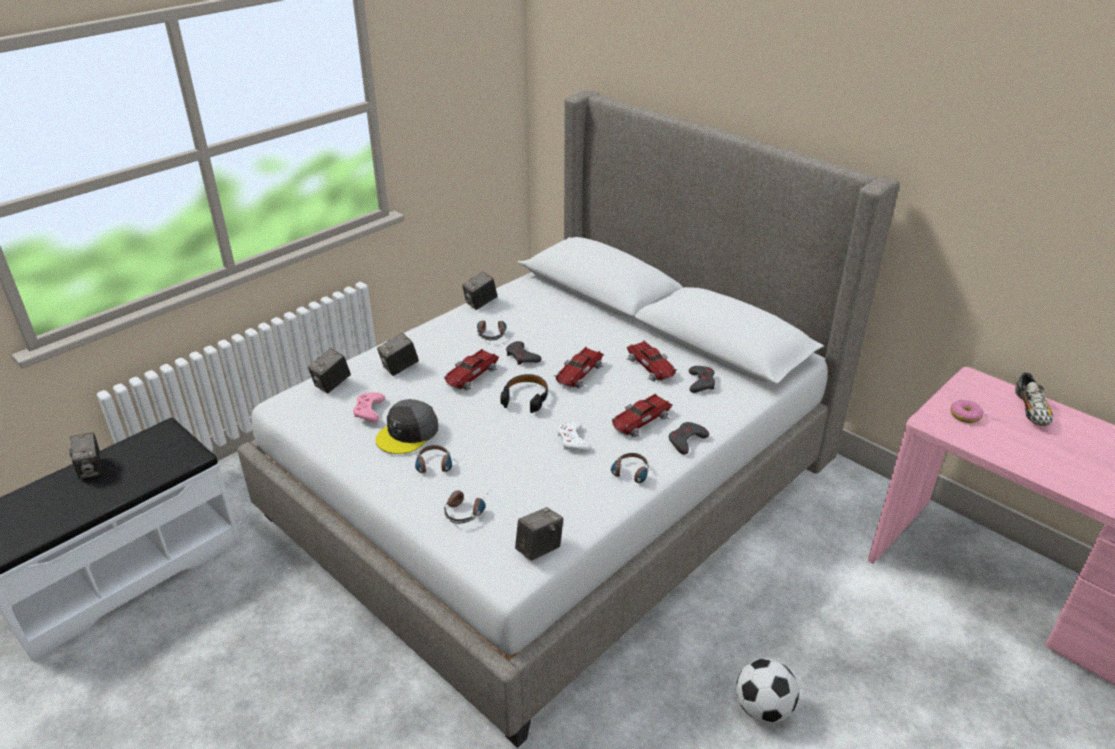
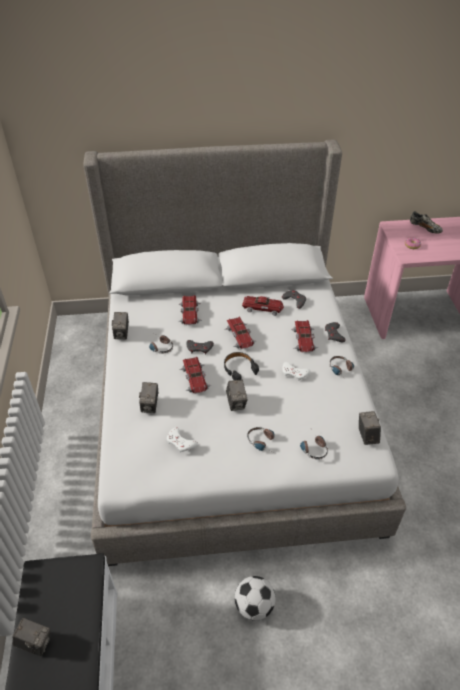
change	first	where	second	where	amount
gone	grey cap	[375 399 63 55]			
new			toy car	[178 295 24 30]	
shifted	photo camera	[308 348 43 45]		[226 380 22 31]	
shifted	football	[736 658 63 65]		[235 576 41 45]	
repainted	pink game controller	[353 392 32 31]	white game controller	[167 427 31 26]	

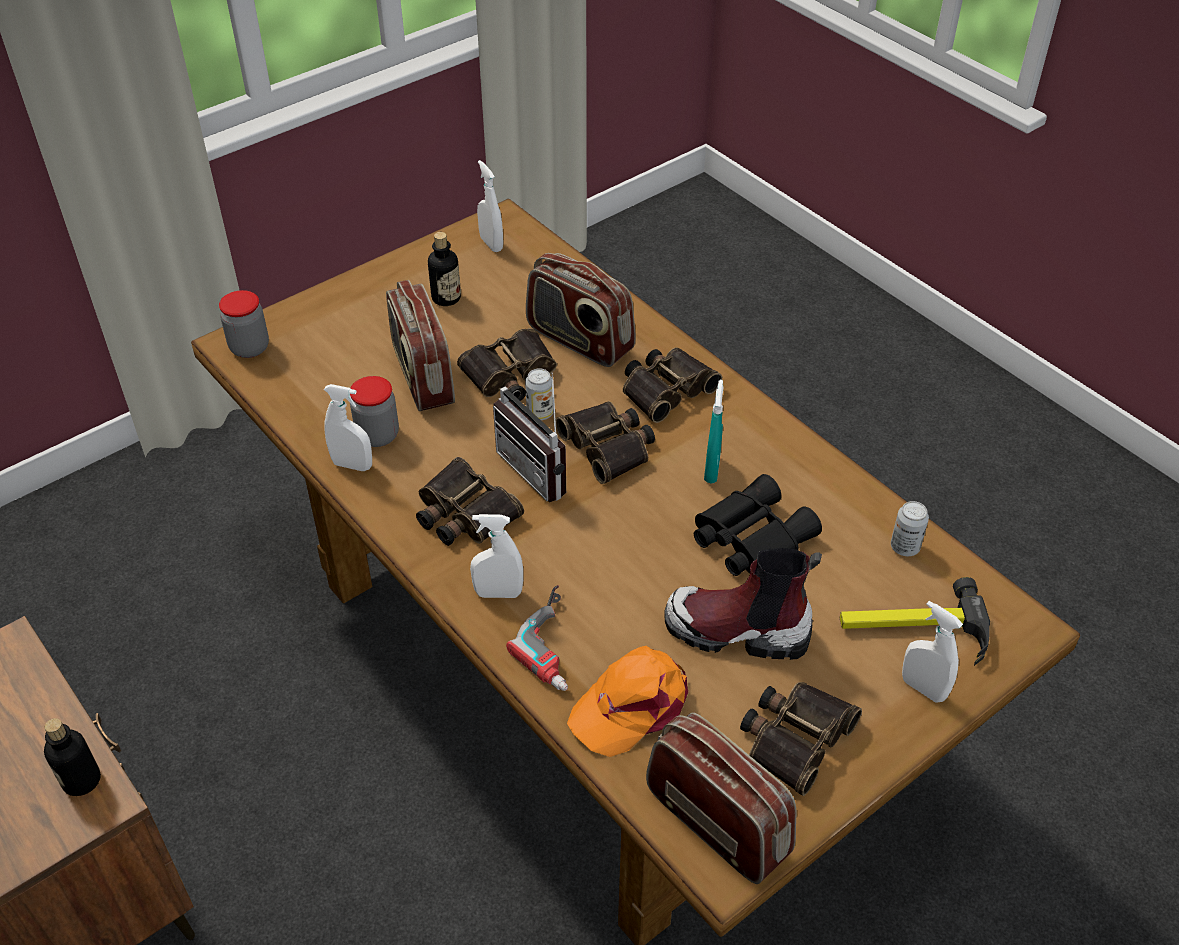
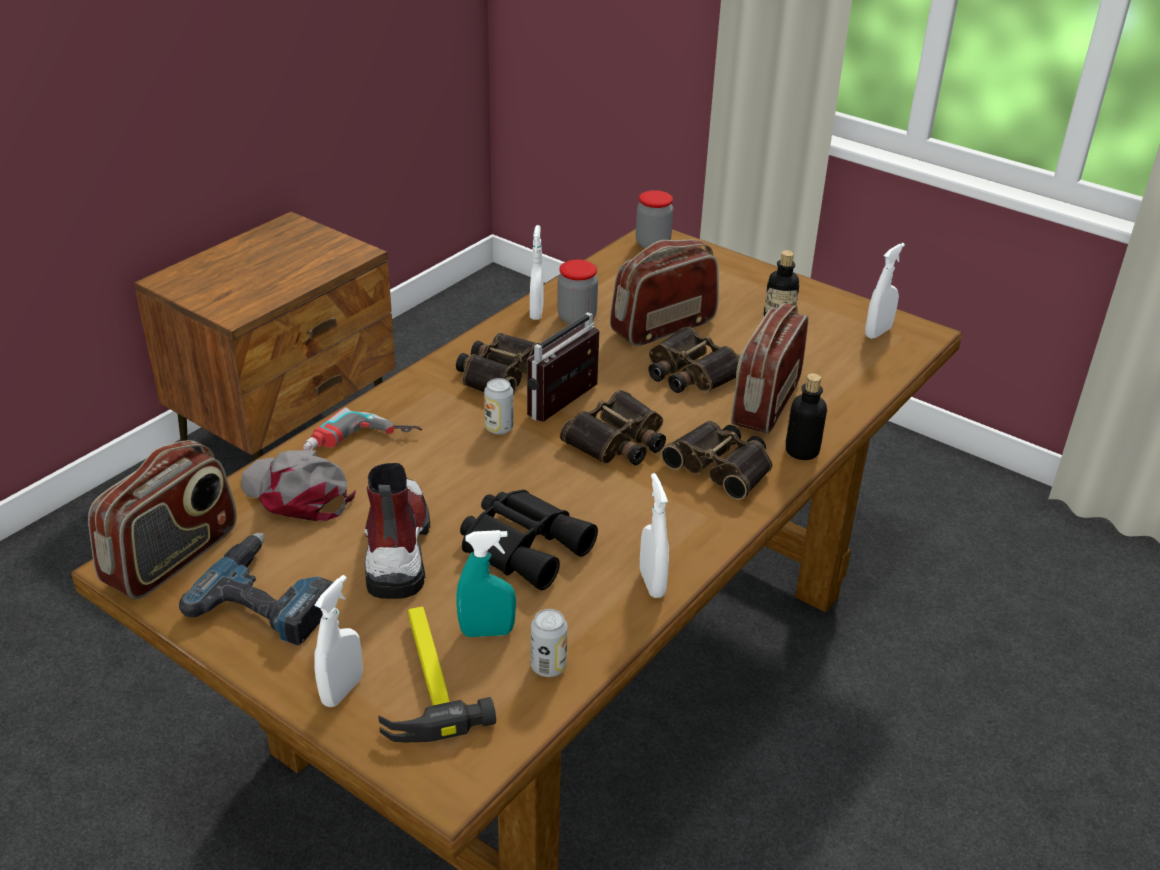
change	first	where	second	where	amount
shifted	bottle	[44 718 57 78]		[785 373 42 87]	
shifted	white spray bottle	[470 514 53 84]		[640 473 29 125]	
shifted	can	[525 368 28 52]		[484 378 30 56]	
shifted	turquoise spray bottle	[704 380 20 103]		[456 530 60 107]	
swapped	binoculars	[740 682 122 114]	power drill	[179 533 155 112]	
repainted	orange cap	[567 646 121 111]	grey cap	[241 450 115 71]	

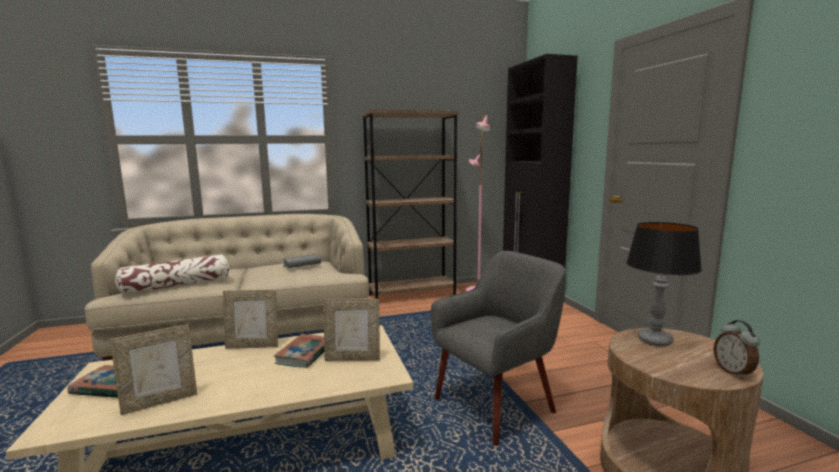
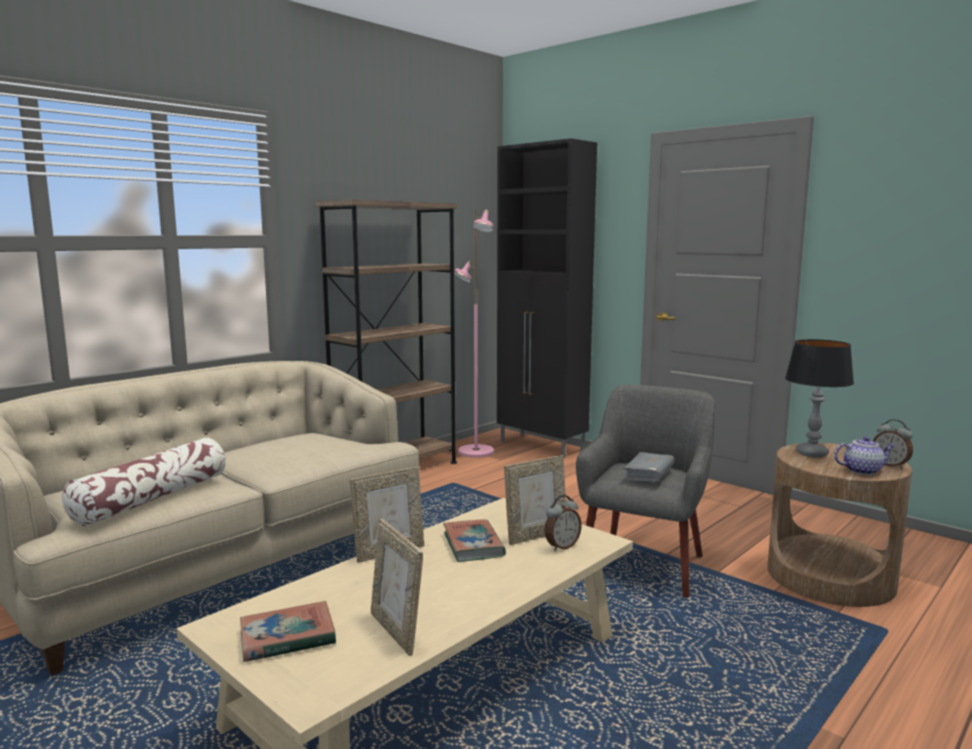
change	first	where	second	where	amount
new			alarm clock	[545 495 37 56]	
new			teapot	[834 436 61 39]	
shifted	grey book	[282 254 39 14]		[623 452 52 30]	
rotated	picture frame	[110 325 87 90]		[371 519 52 137]	120 degrees clockwise

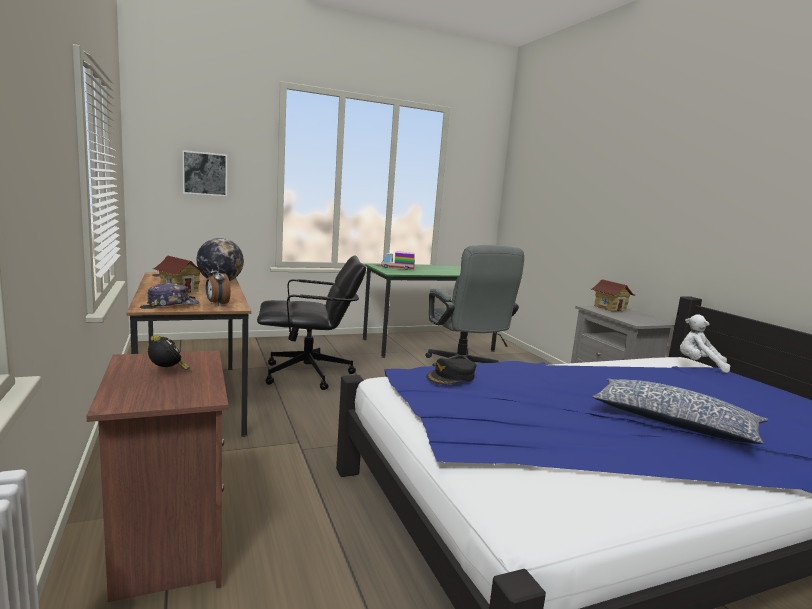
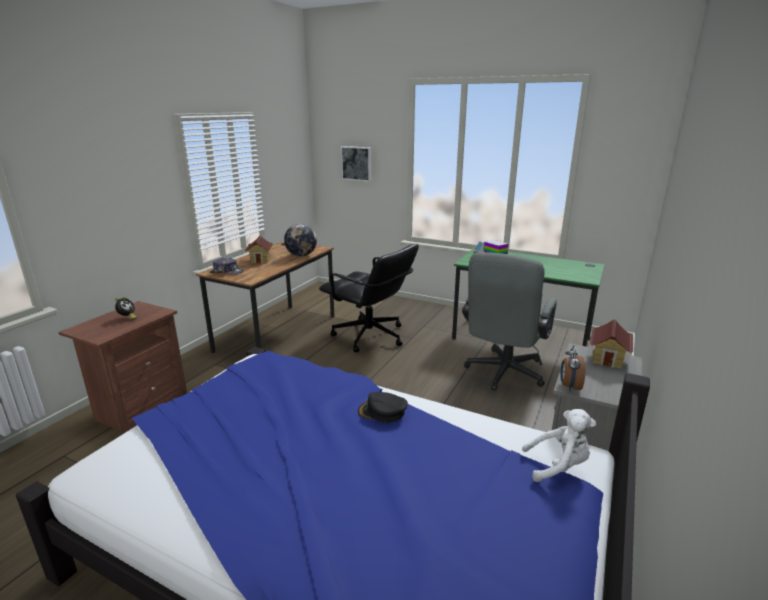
change	first	where	second	where	amount
gone	pillow	[592 379 176 65]			
shifted	alarm clock	[206 263 25 43]		[561 345 24 46]	
shifted	black cap	[426 358 50 26]		[358 392 50 31]	
rotated	white plush toy	[680 314 51 59]		[522 409 74 73]	105 degrees clockwise

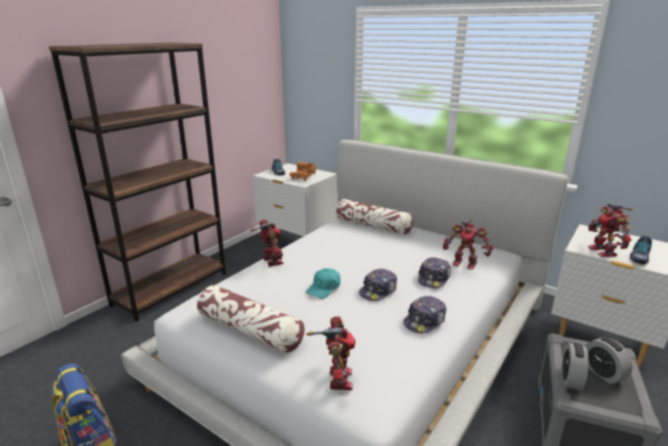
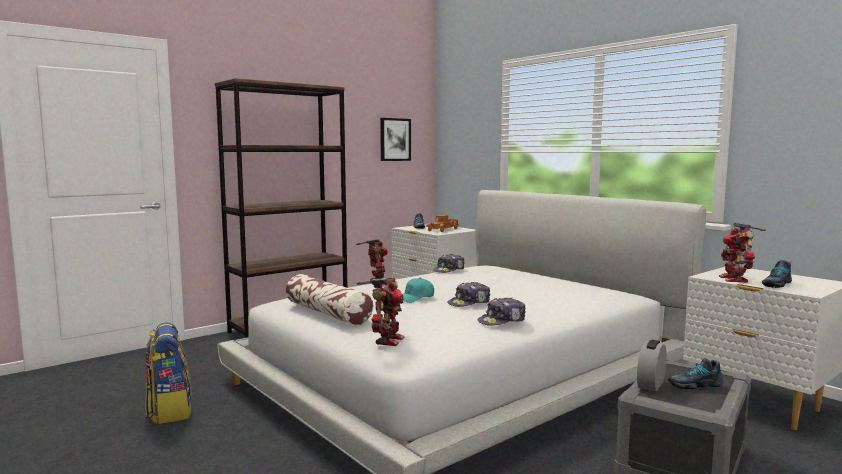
change	first	where	second	where	amount
gone	pillow	[336 199 77 36]			
gone	toy robot	[443 219 50 51]			
new			picture	[380 118 31 43]	
shifted	cap	[418 257 33 32]		[433 254 31 19]	
swapped	alarm clock	[585 337 47 47]	shoe	[668 358 55 31]	

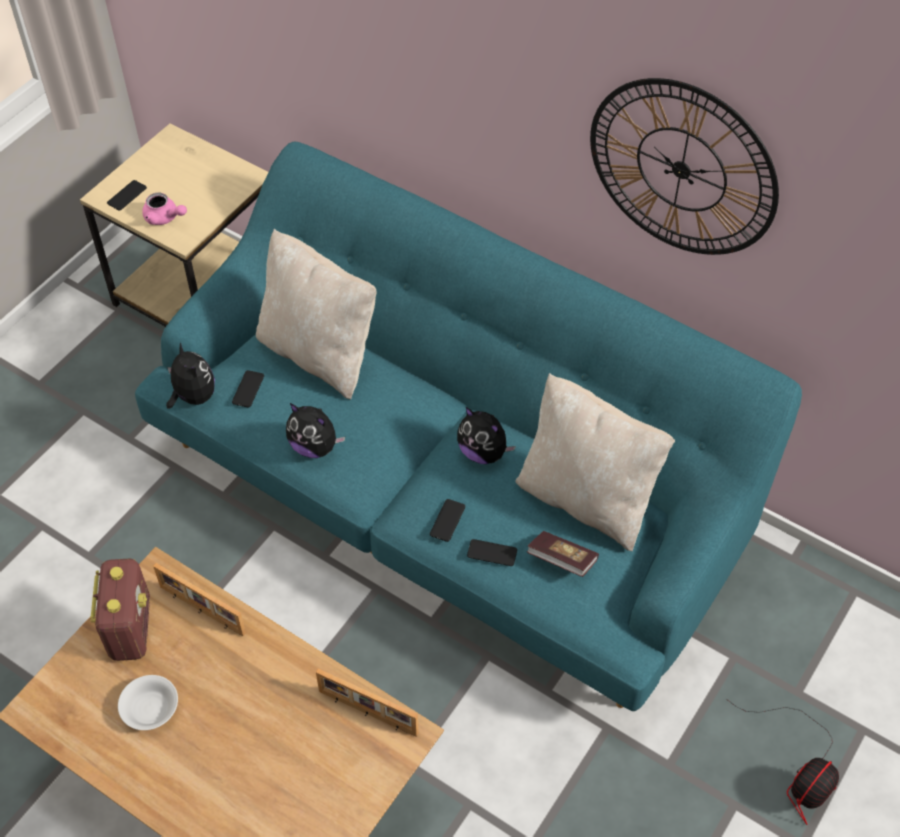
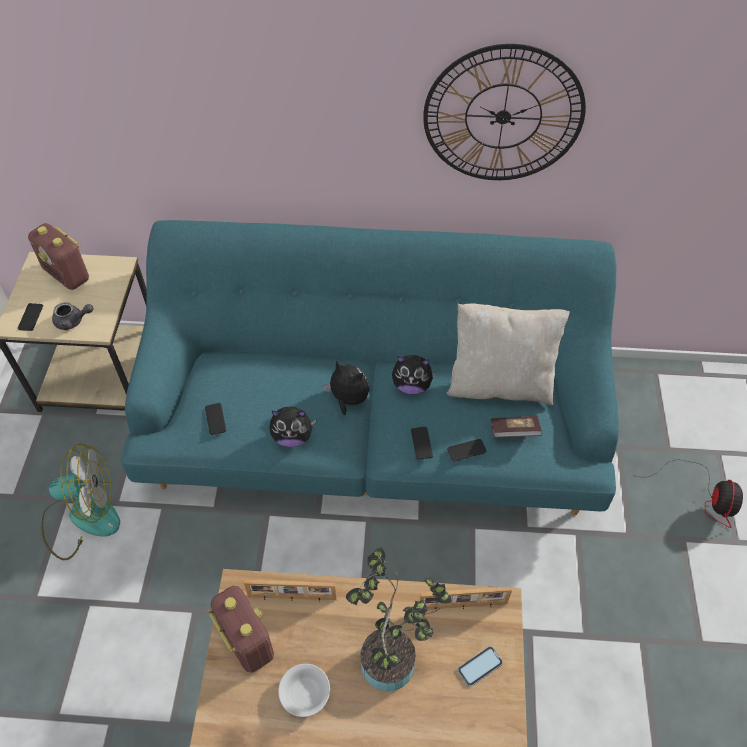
change	first	where	second	where	amount
gone	beige pillow	[256 229 121 170]			
new			radio	[28 223 61 67]	
new			fan	[41 444 79 116]	
new			potted plant	[346 547 106 144]	
new			phone	[458 646 45 41]	
shifted	plush toy	[166 342 49 67]		[323 360 46 55]	
repainted	pink teapot	[142 193 45 32]	grey teapot	[52 302 42 28]	

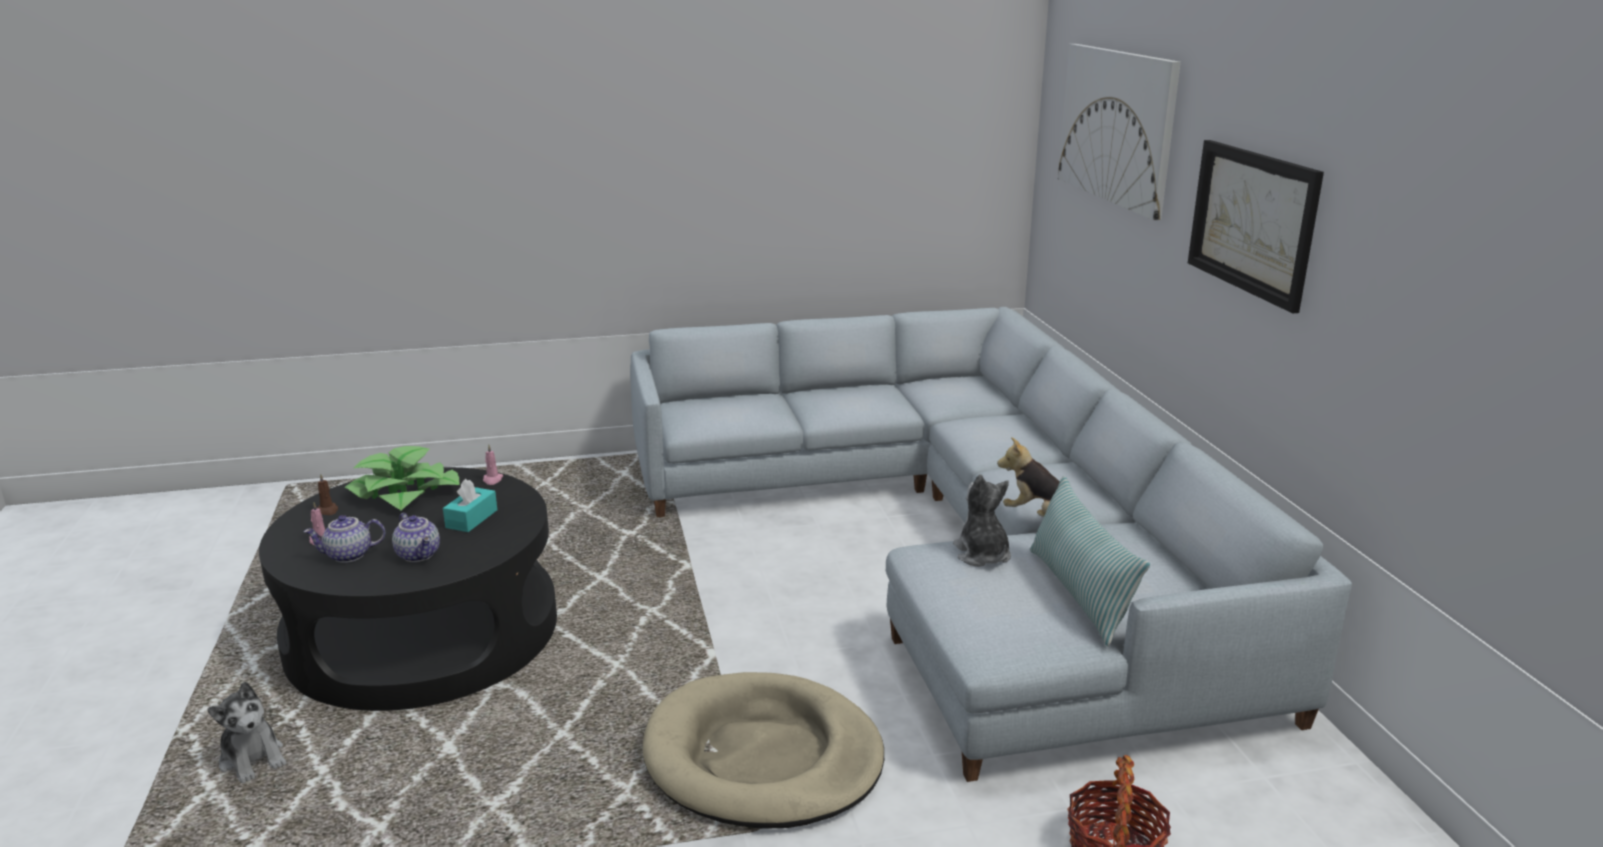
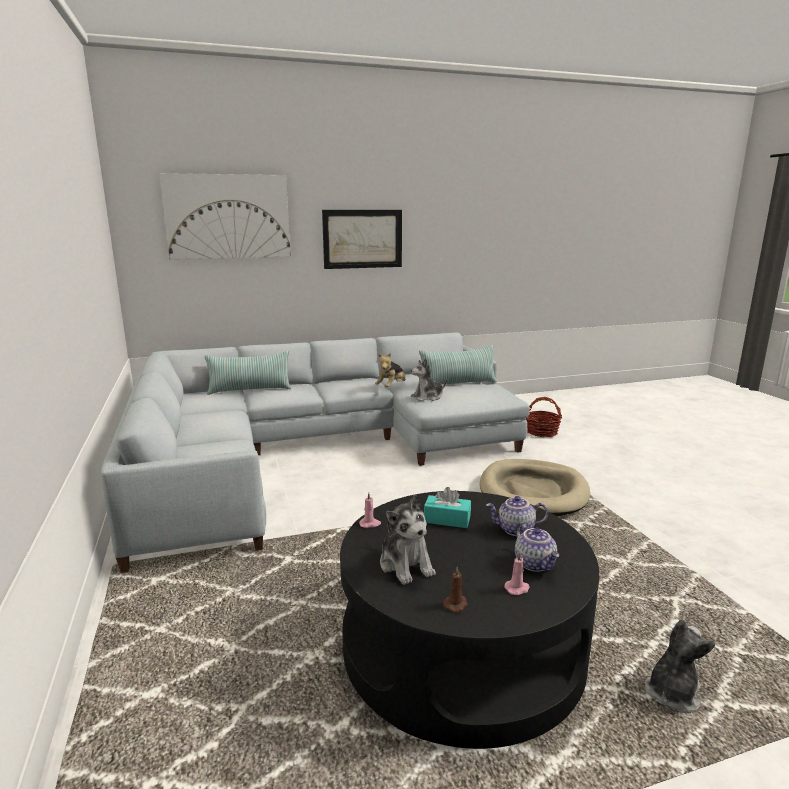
change	first	where	second	where	amount
new			pillow	[205 351 86 44]	
swapped	potted plant	[345 446 114 64]	plush toy	[380 495 56 90]	
rotated	teapot	[392 513 48 49]		[486 496 62 40]	135 degrees counterclockwise

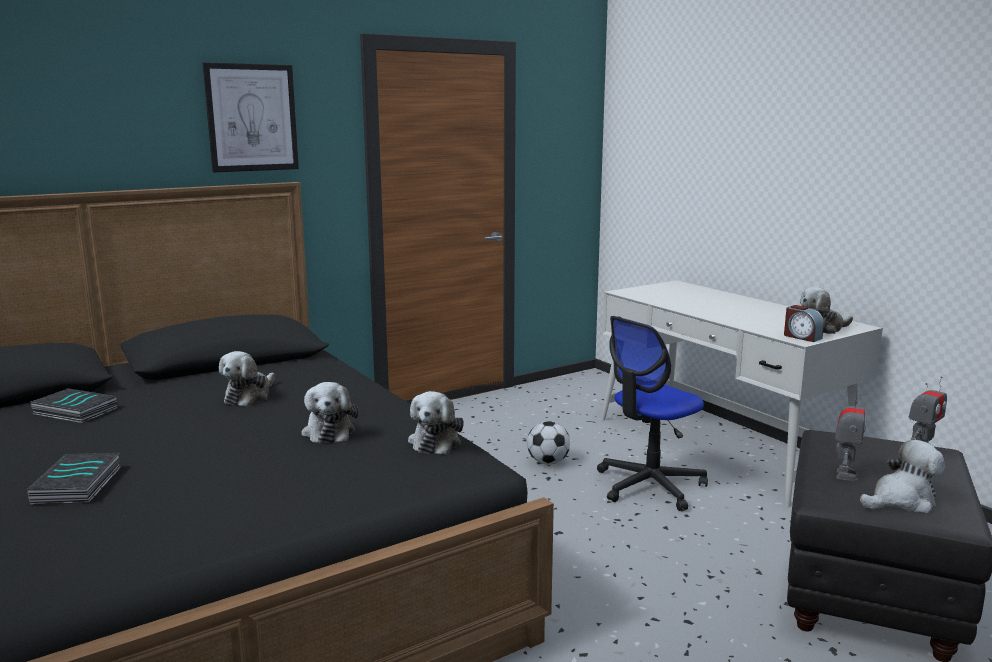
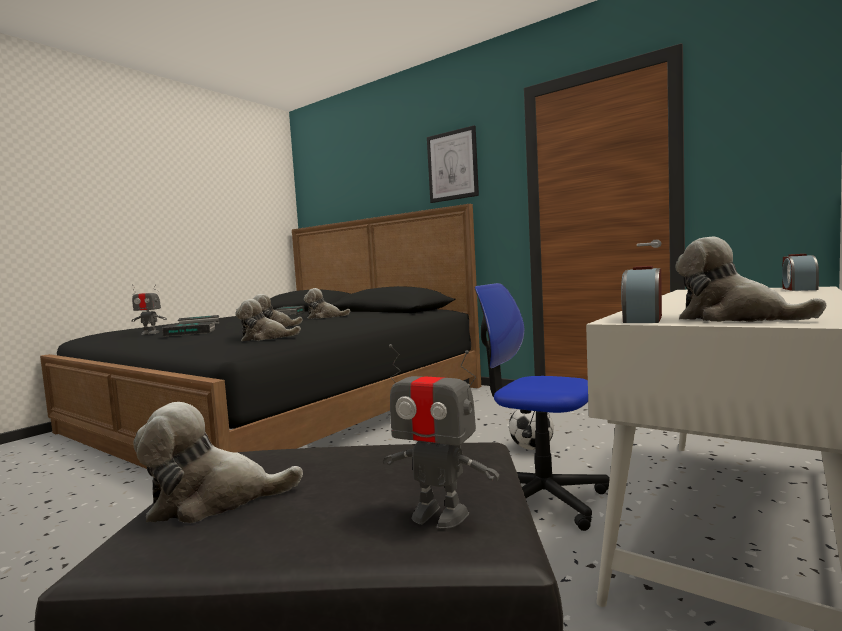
change	first	where	second	where	amount
new			book	[162 321 53 16]	
new			alarm clock	[782 254 37 37]	
shifted	toy robot	[835 391 32 90]		[131 284 36 51]	
rotated	plush toy	[860 440 85 73]		[134 402 169 121]	120 degrees clockwise

